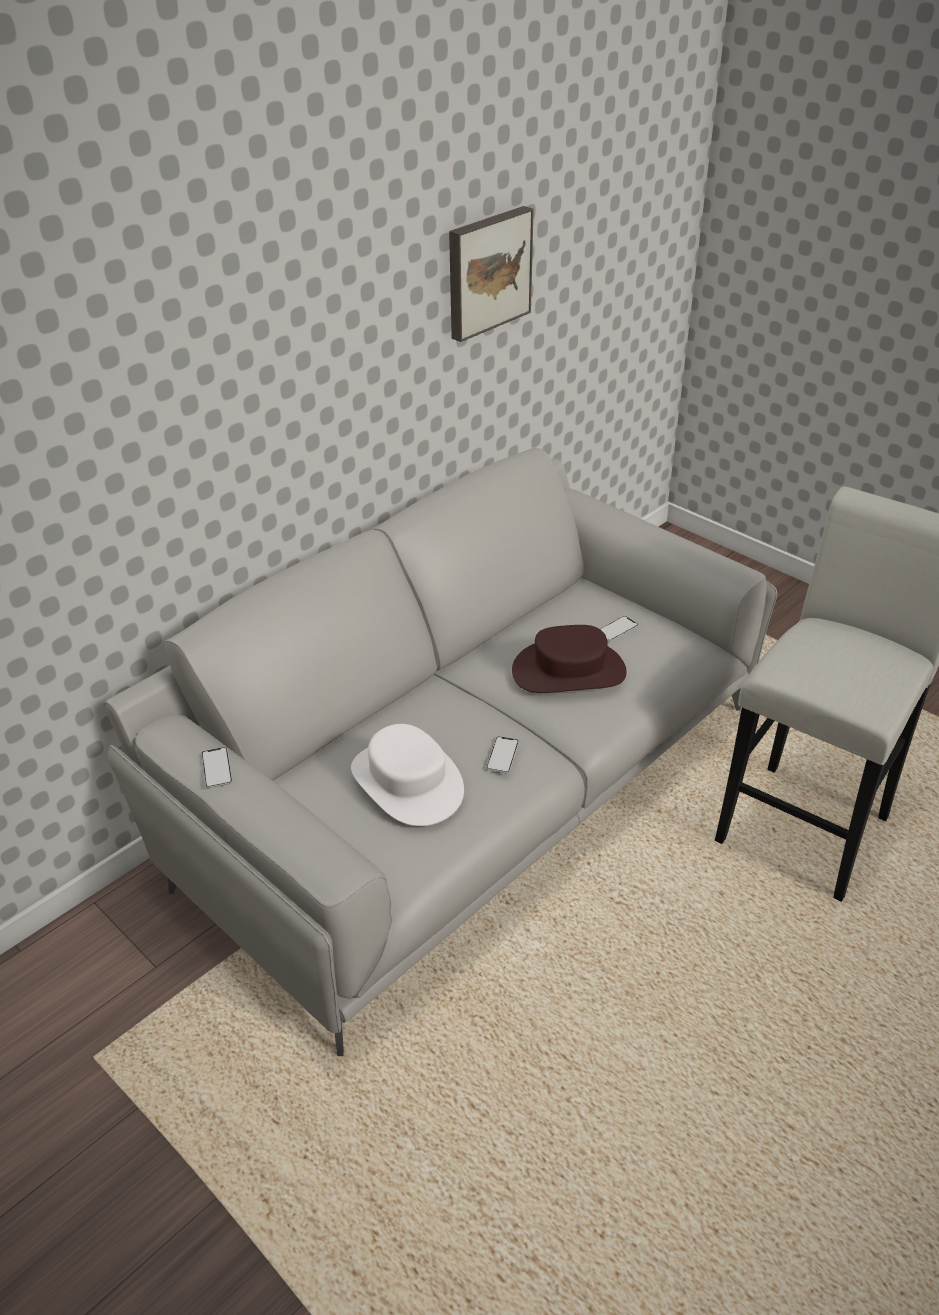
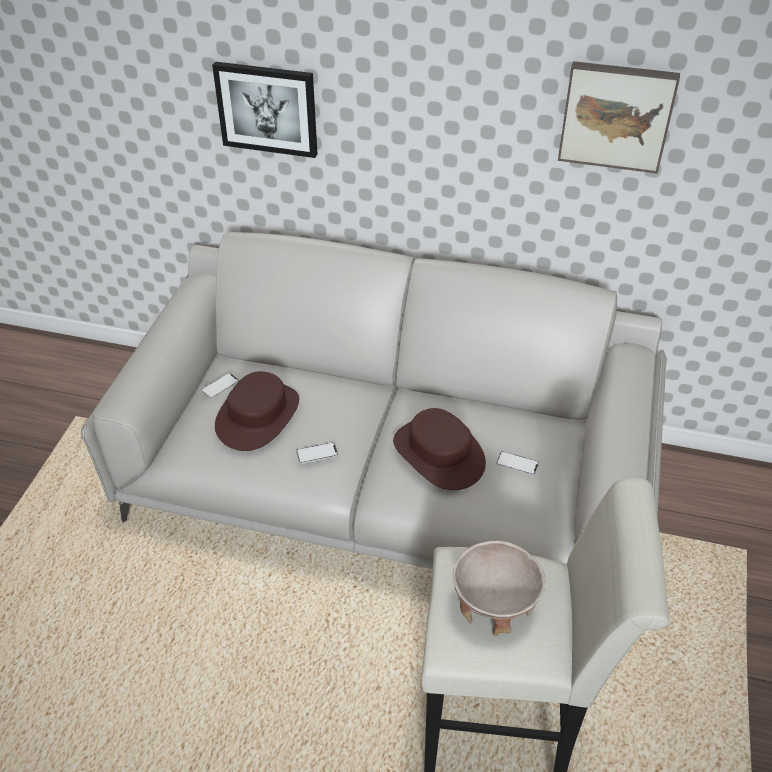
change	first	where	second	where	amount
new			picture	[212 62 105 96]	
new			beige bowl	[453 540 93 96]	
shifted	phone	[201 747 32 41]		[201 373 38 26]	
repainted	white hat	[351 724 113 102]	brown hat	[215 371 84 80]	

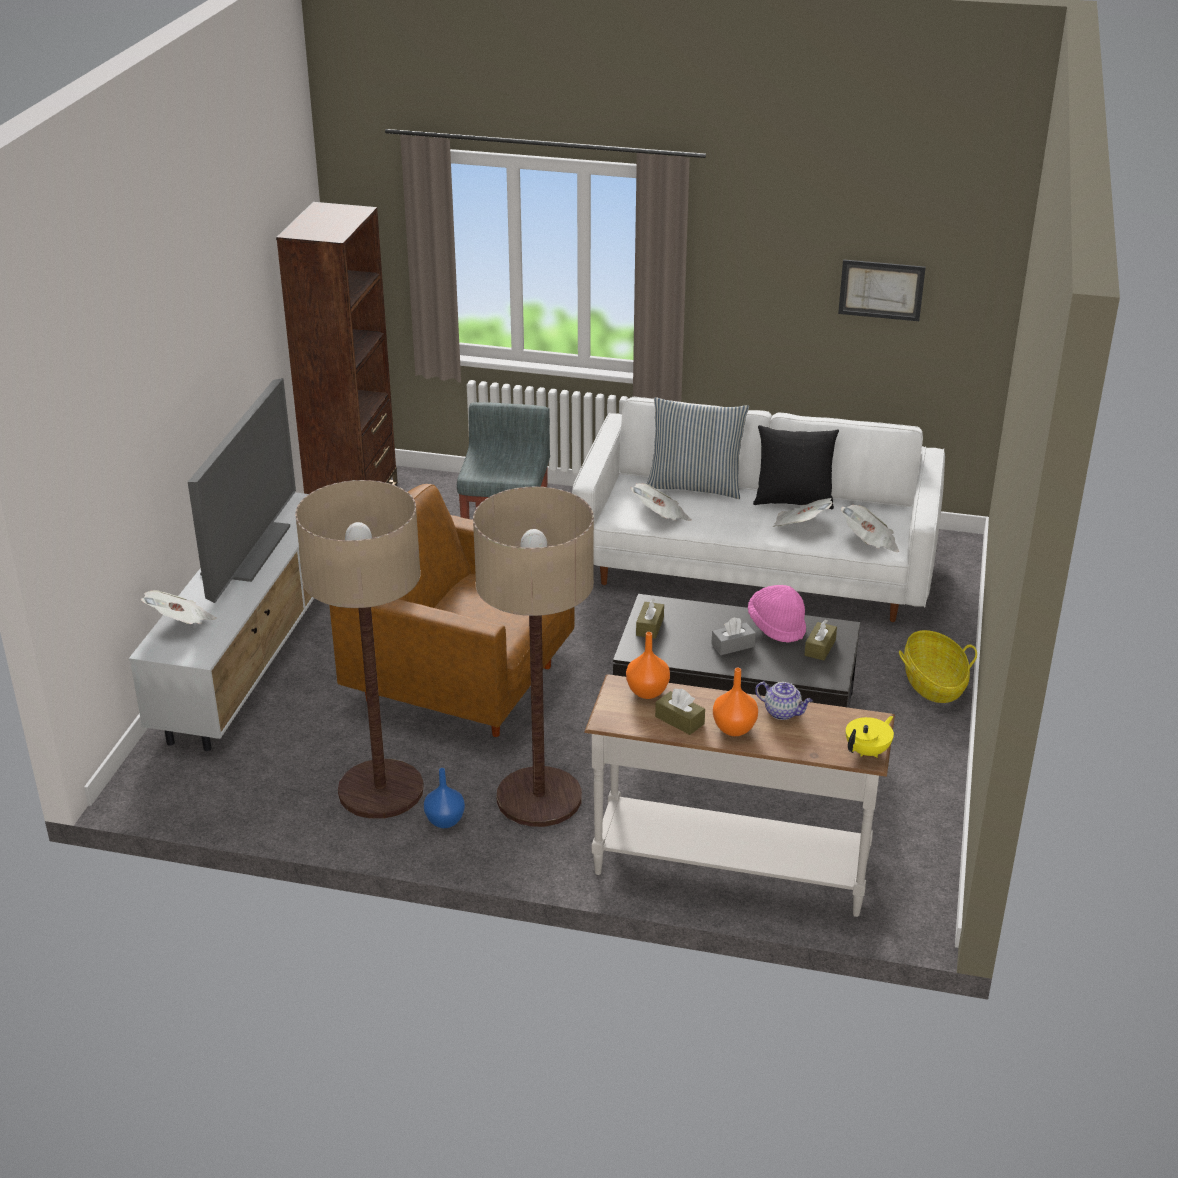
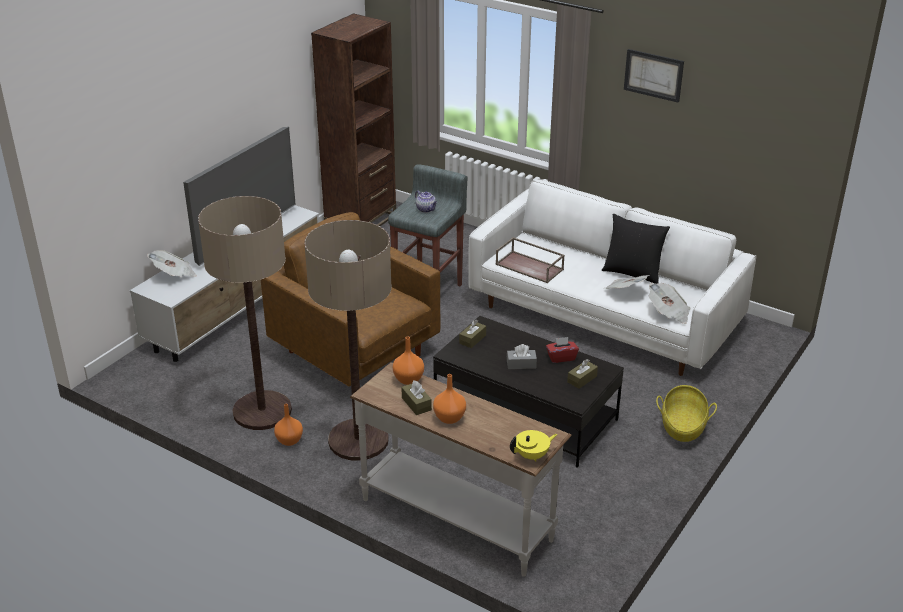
change	first	where	second	where	amount
gone	pillow	[647 397 102 102]			
shifted	teapot	[755 682 58 38]		[415 190 22 23]	
shifted	picture	[838 259 88 62]		[624 49 60 54]	
swapped	newspaper	[630 484 62 37]	brown tray	[496 237 69 46]	
swapped	pink hat	[748 585 58 58]	red tissue box	[546 337 33 26]	
repainted	blue vase	[424 768 41 60]	orange vase	[274 404 29 42]	

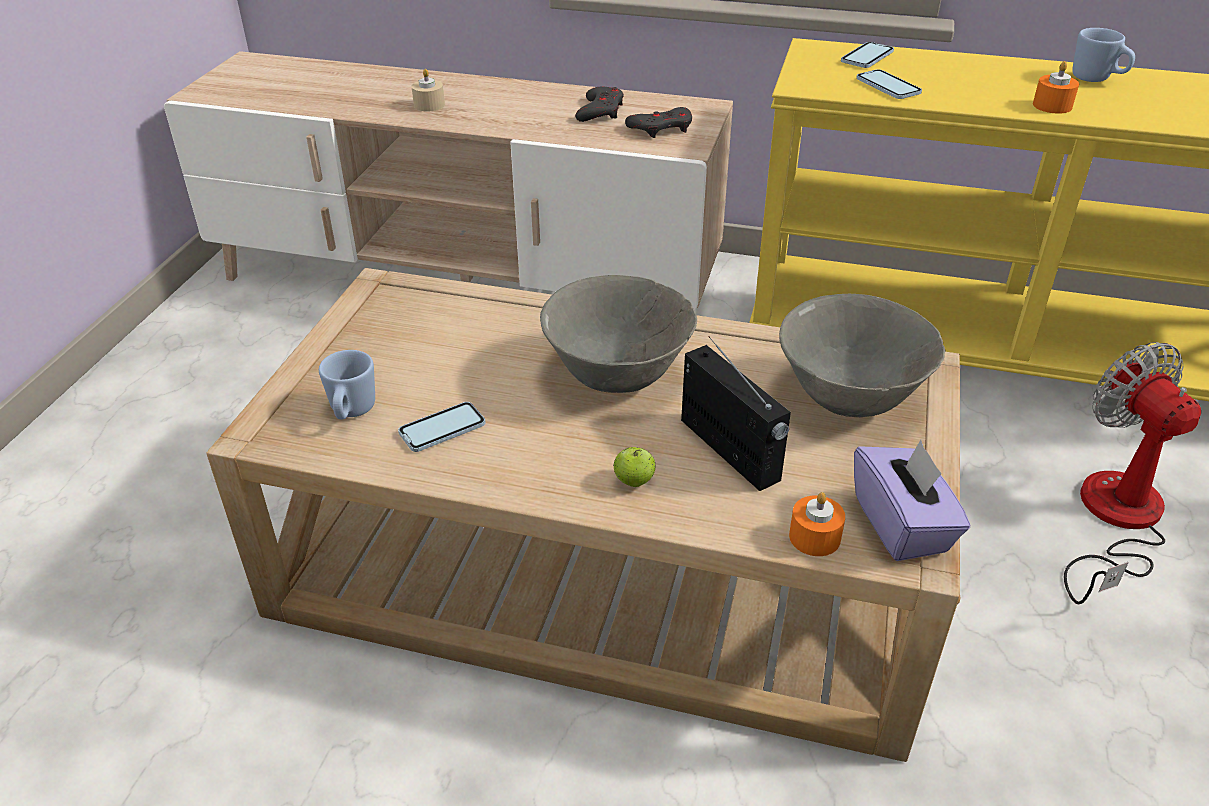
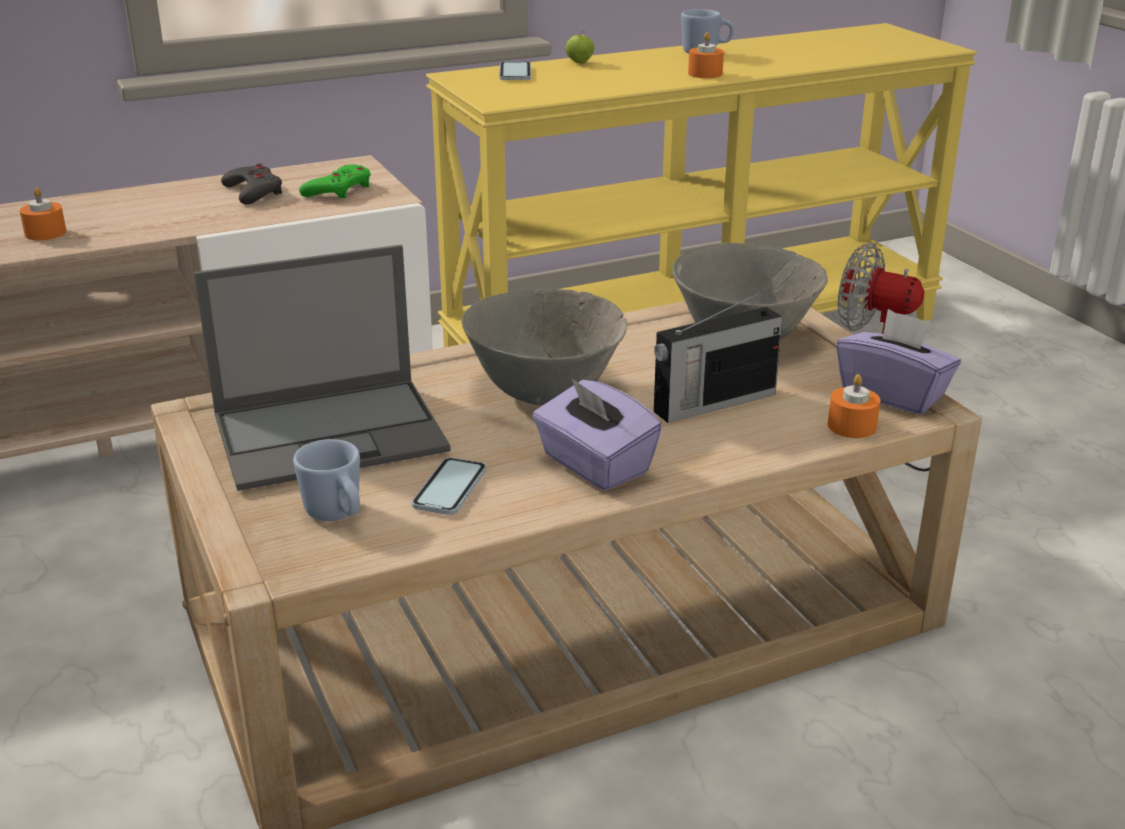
change	first	where	second	where	amount
gone	phone	[856 69 66 30]			
new			laptop	[194 245 257 246]	
new			purple tissue box	[532 378 130 113]	
shifted	apple	[613 447 42 40]		[565 30 29 34]	
repainted	beige candle	[411 69 34 42]	orange candle	[20 187 46 53]	
repainted	grey game controller	[625 107 67 31]	green game controller	[299 164 72 34]	
rotated	radio	[681 337 110 154]		[654 292 128 131]	135 degrees clockwise

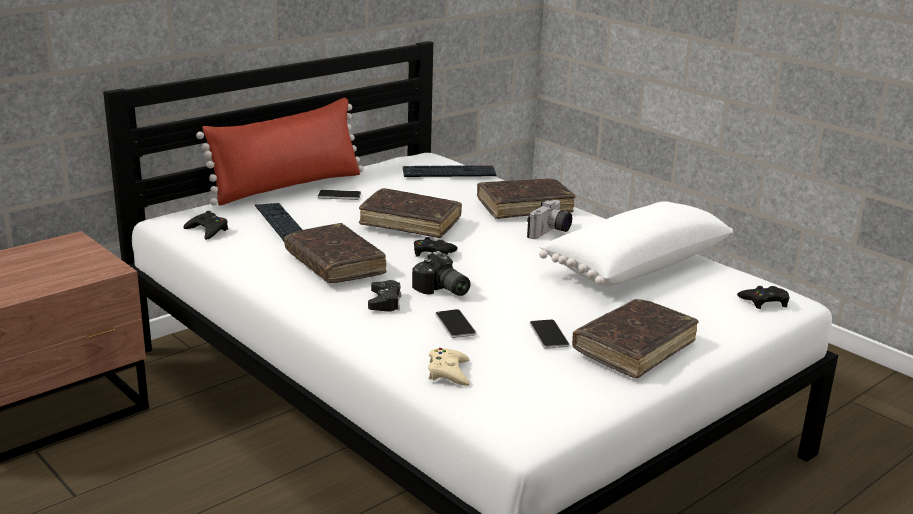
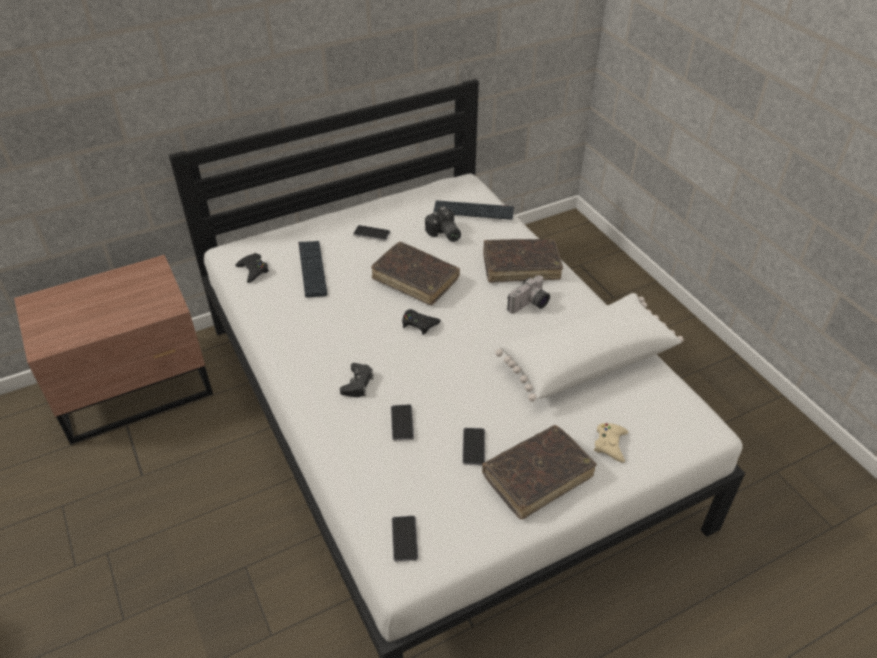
change	first	where	second	where	amount
gone	red pillow	[196 98 168 108]			
gone	brown book	[284 223 103 60]			
gone	black game controller	[737 286 53 23]			
new			phone	[392 516 27 46]	
shifted	photo camera	[412 251 59 45]		[425 206 36 36]	
shifted	beige game controller	[428 348 42 38]		[594 423 34 40]	

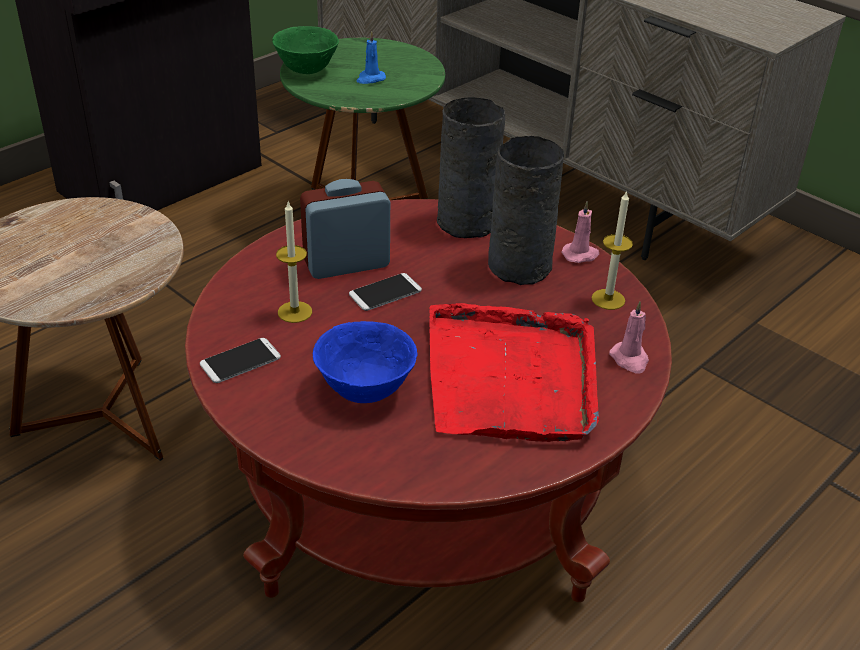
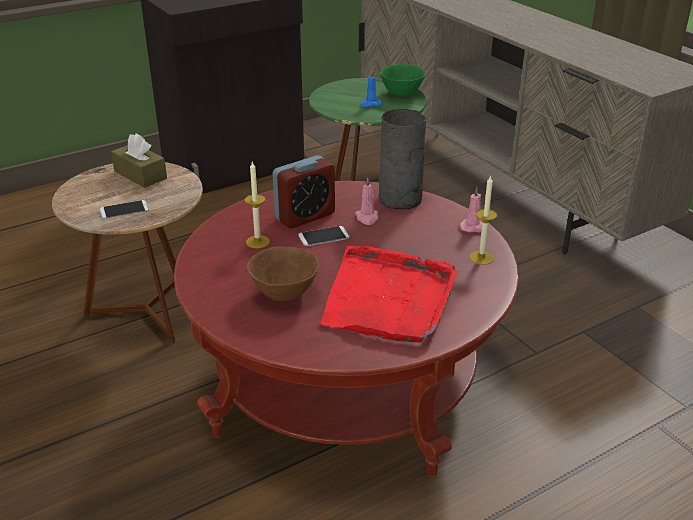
change	first	where	second	where	amount
gone	grey vase	[488 136 76 149]			
new			brown tissue box	[111 133 56 55]	
shifted	phone	[200 338 81 45]		[100 200 49 19]	
shifted	green bowl	[272 26 67 48]		[380 64 46 33]	
shifted	pink candle	[609 301 40 73]		[355 177 23 48]	
repainted	blue bowl	[313 321 104 82]	brown bowl	[247 246 72 55]	
rotated	alarm clock	[300 179 90 100]		[272 155 63 73]	150 degrees clockwise

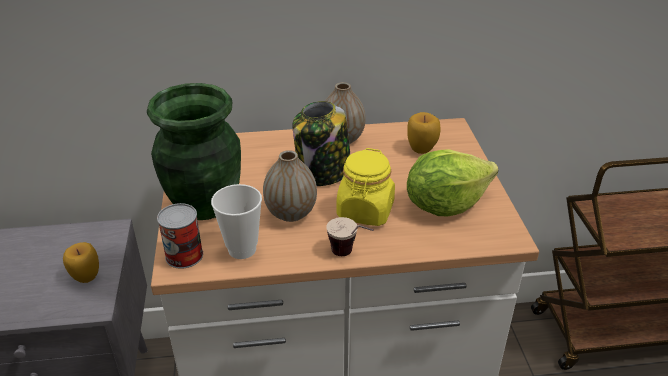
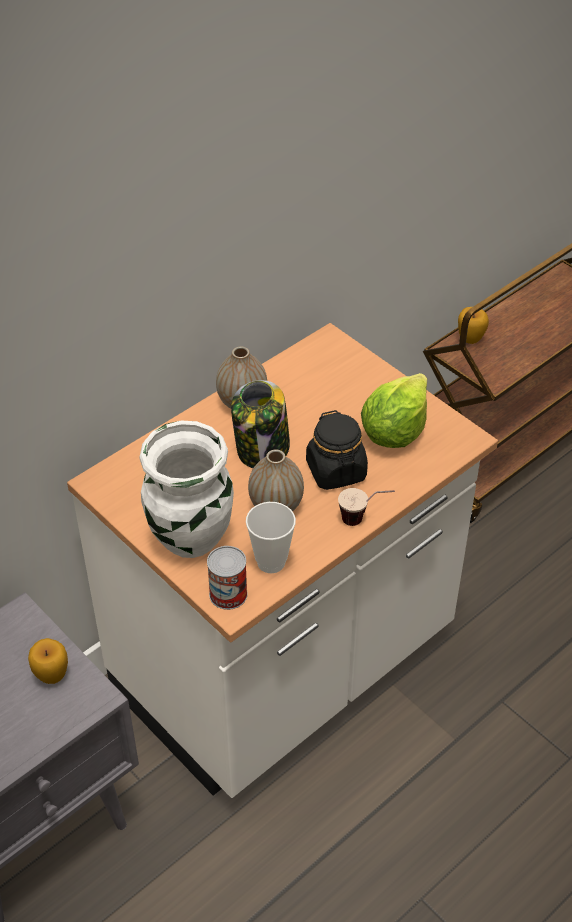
change	first	where	second	where	amount
shifted	apple	[408 112 33 42]		[458 307 31 37]	
repainted	green vase	[147 83 94 137]	white vase	[140 421 94 137]	
repainted	yellow jar	[336 148 59 78]	black jar	[306 410 62 80]	

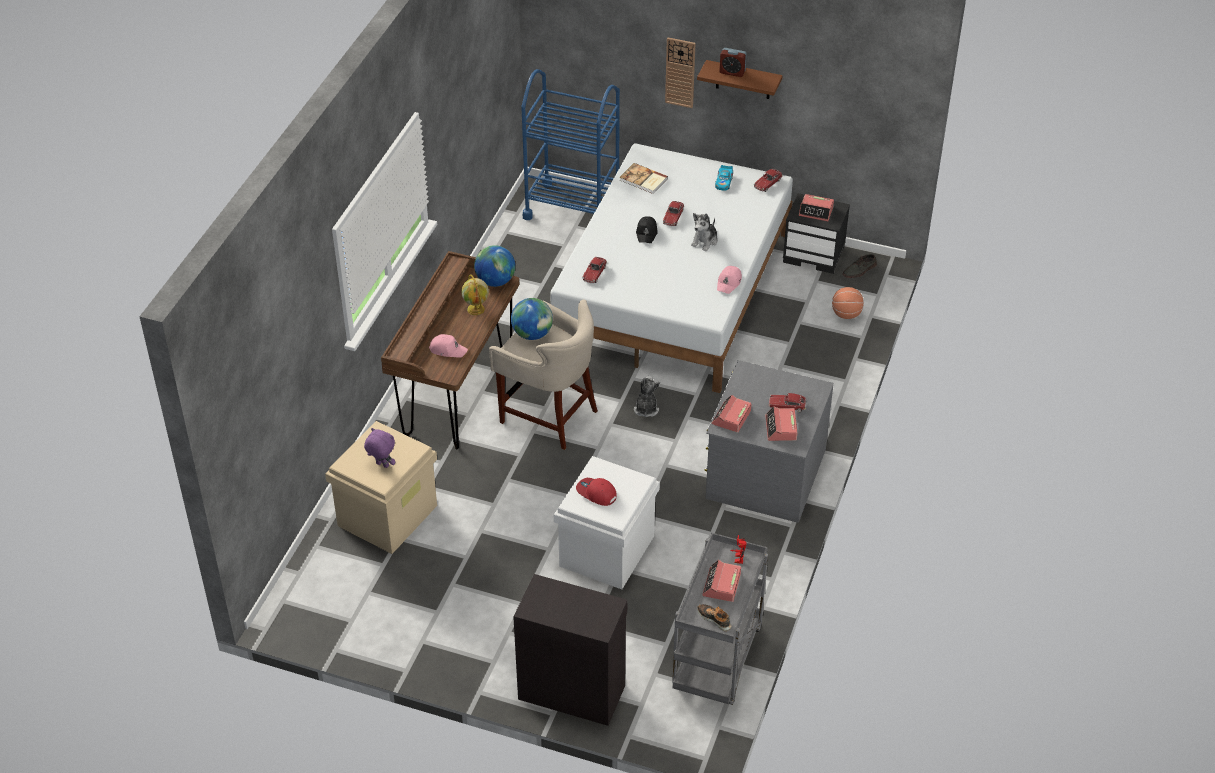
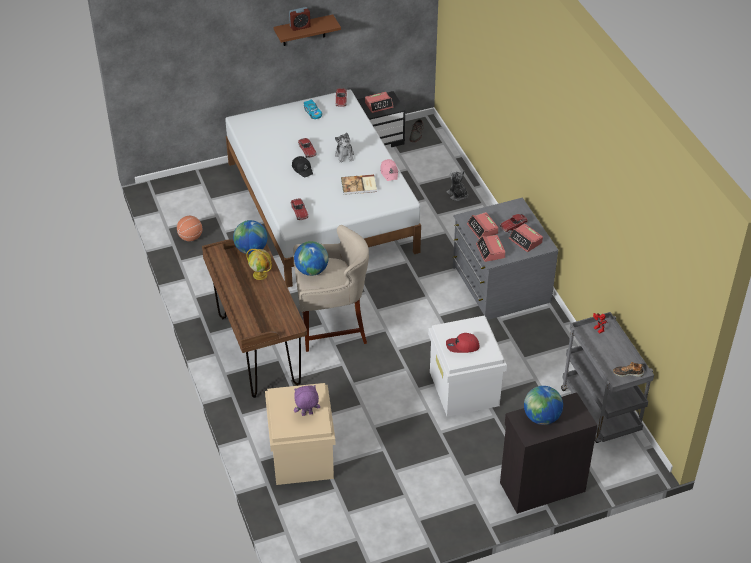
change	first	where	second	where	amount
gone	pink cap	[429 334 39 24]			
gone	blue cart	[521 69 99 151]			
gone	wall clock	[665 37 31 71]			
new			globe	[524 386 39 39]	
shifted	book	[619 163 49 31]		[341 174 36 21]	
shifted	plush toy	[634 376 26 41]		[446 170 22 31]	
shifted	alarm clock	[702 560 39 42]		[467 212 32 27]	
shifted	basketball	[832 287 32 32]		[177 216 25 25]	

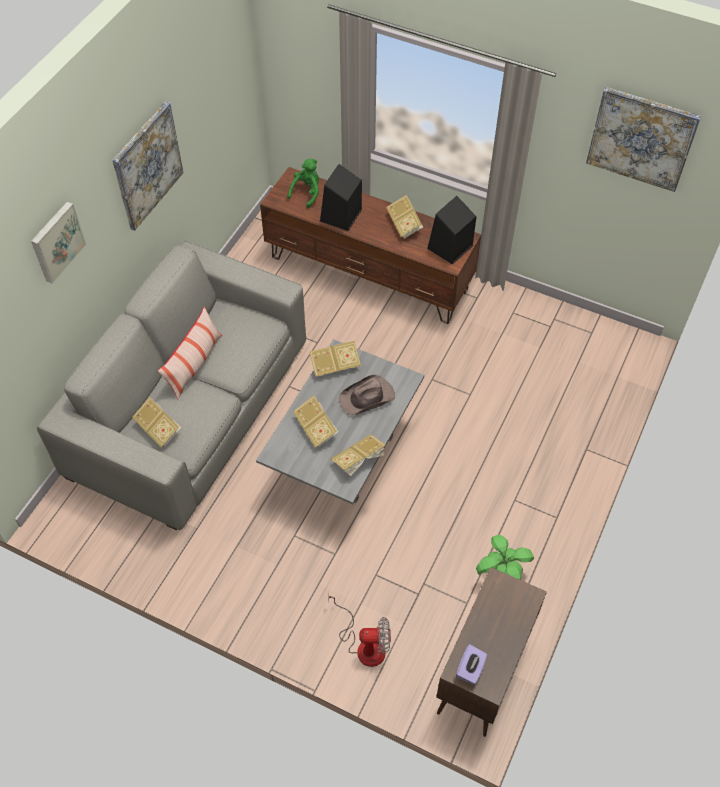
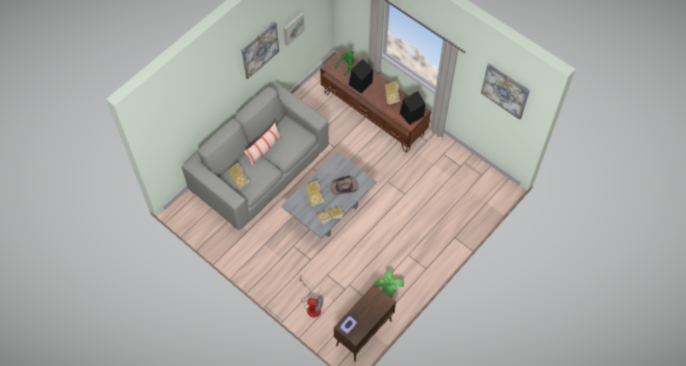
change	first	where	second	where	amount
gone	book	[309 341 52 36]			
shifted	picture	[31 202 55 82]		[283 12 22 34]	

